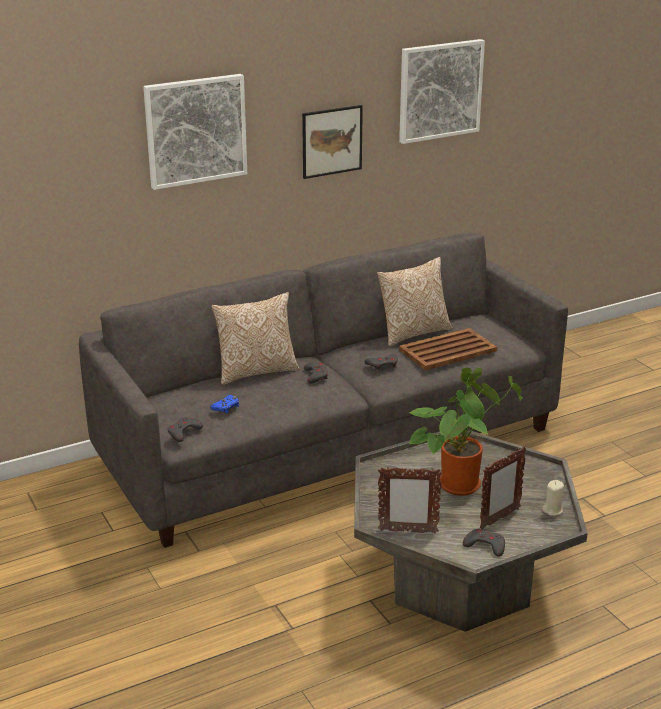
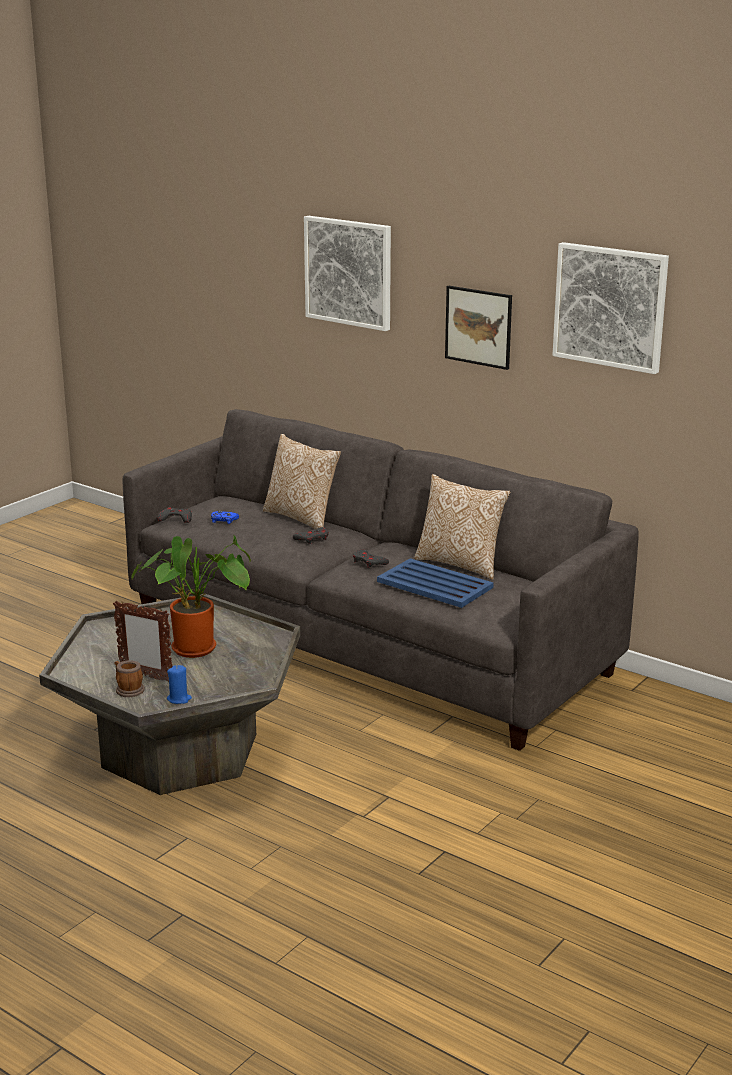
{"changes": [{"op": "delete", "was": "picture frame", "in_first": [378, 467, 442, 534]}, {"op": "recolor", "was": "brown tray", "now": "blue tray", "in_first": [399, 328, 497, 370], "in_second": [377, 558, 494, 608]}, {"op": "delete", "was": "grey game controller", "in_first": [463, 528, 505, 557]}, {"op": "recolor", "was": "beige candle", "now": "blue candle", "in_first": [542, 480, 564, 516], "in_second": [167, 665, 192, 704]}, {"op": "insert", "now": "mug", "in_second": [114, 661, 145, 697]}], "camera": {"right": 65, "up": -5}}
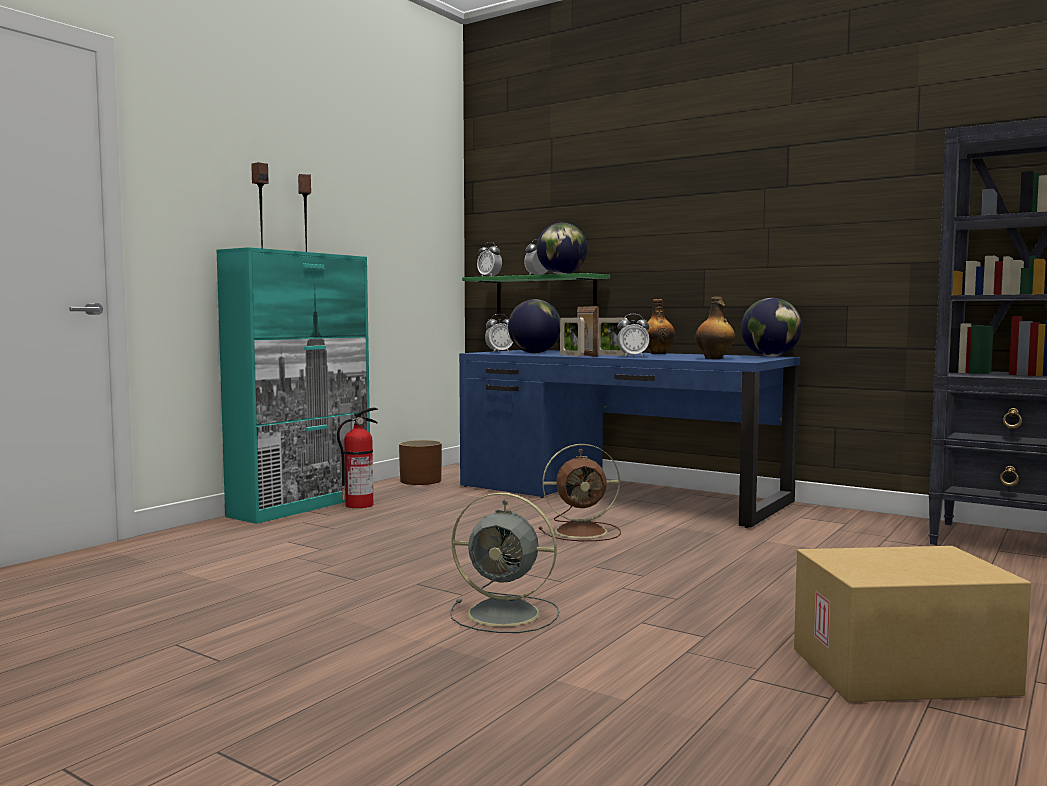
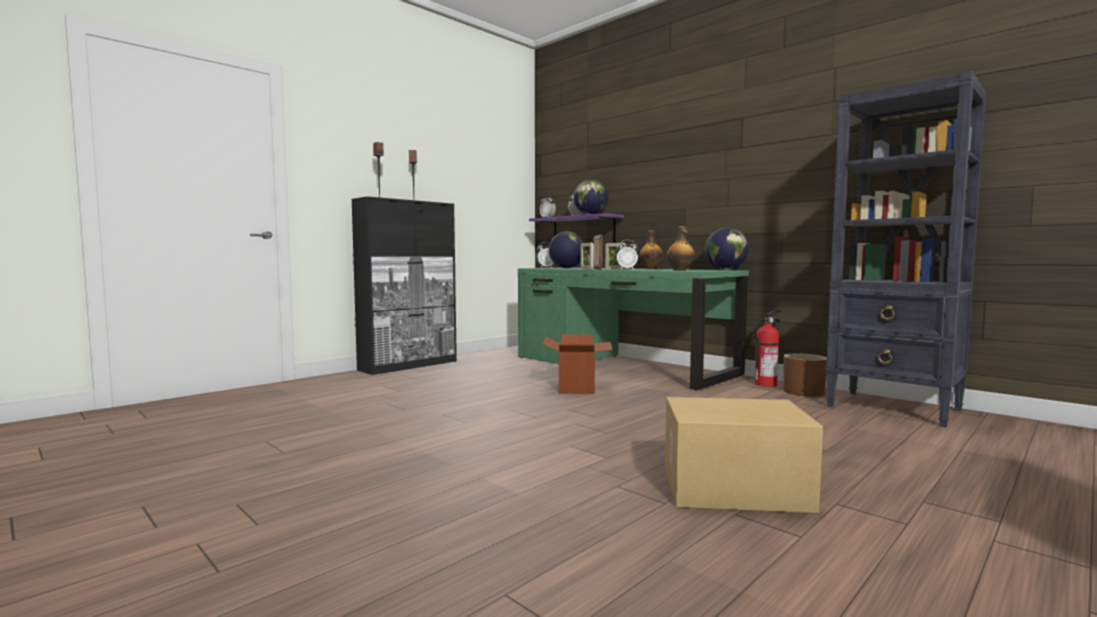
{"changes": [{"op": "recolor", "was": "turquoise cabinet", "now": "black cabinet", "in_first": [216, 247, 370, 524], "in_second": [352, 197, 457, 375]}, {"op": "move", "was": "fire extinguisher", "in_first": [337, 408, 378, 508], "in_second": [755, 310, 781, 387]}, {"op": "move", "was": "brown planter", "in_first": [399, 440, 442, 485], "in_second": [783, 353, 827, 397]}, {"op": "delete", "was": "grey fan", "in_first": [450, 493, 559, 633]}, {"op": "recolor", "was": "blue desk", "now": "green desk", "in_first": [459, 350, 800, 528], "in_second": [518, 267, 749, 390]}, {"op": "recolor", "was": "green shelf", "now": "purple shelf", "in_first": [462, 273, 610, 316], "in_second": [529, 213, 624, 243]}, {"op": "replace", "was": "brown fan", "now": "cardboard box", "in_first": [539, 444, 621, 541], "in_second": [543, 334, 613, 394]}], "camera": {"right": 10, "up": 0}}
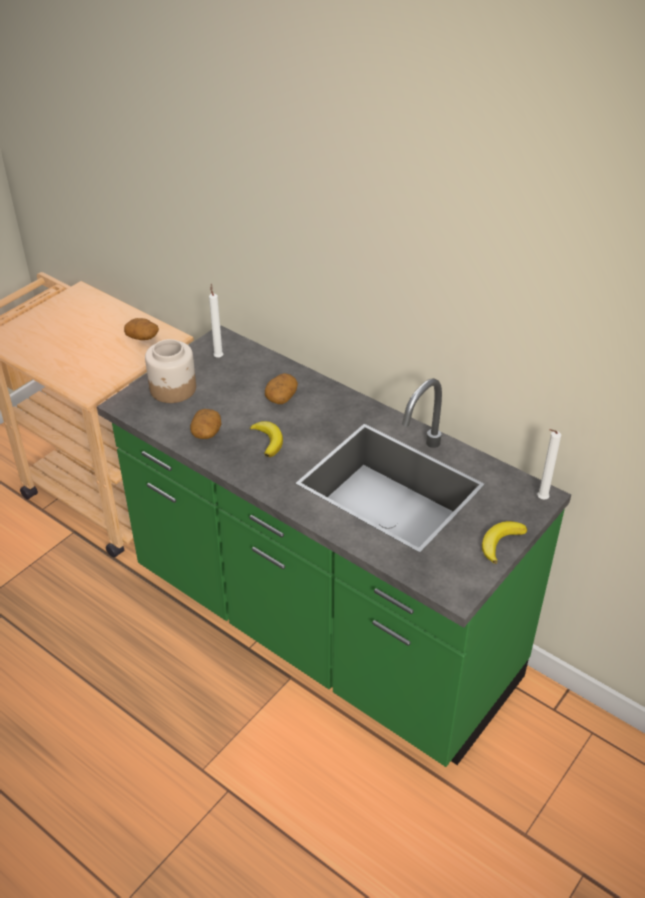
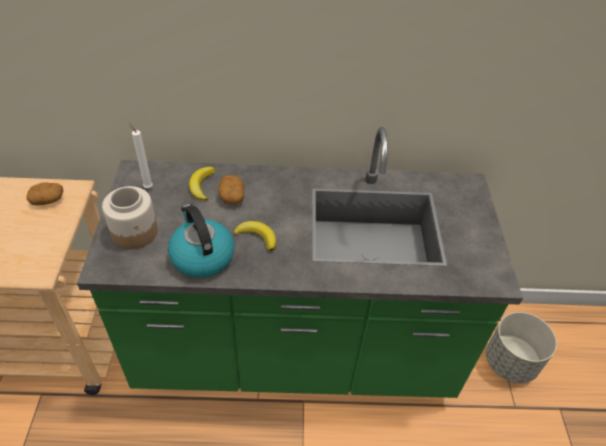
{"changes": [{"op": "replace", "was": "potato", "now": "kettle", "in_first": [190, 409, 222, 439], "in_second": [168, 204, 234, 278]}, {"op": "move", "was": "banana", "in_first": [482, 521, 527, 564], "in_second": [189, 167, 215, 201]}, {"op": "delete", "was": "white candle", "in_first": [537, 429, 561, 499]}, {"op": "insert", "now": "grey planter", "in_second": [486, 312, 557, 383]}], "camera": {"right": -40, "up": 5}}
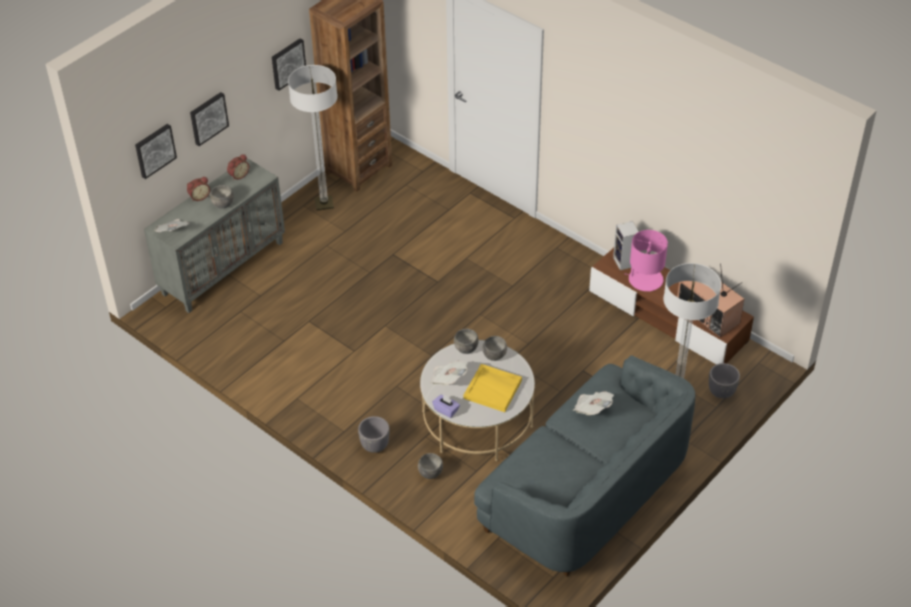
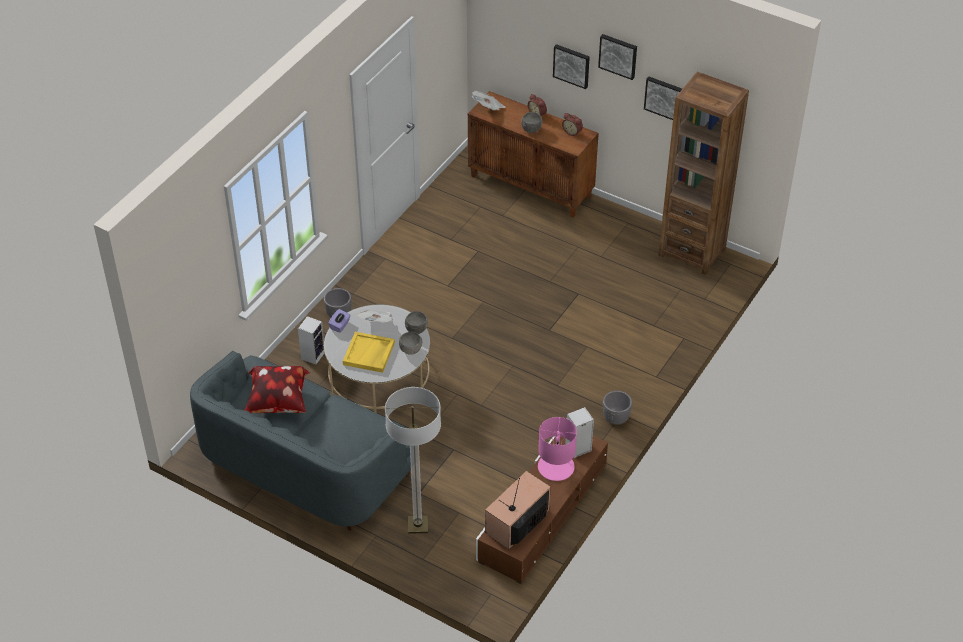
{"changes": [{"op": "move", "was": "picture", "in_first": [135, 124, 177, 179], "in_second": [598, 34, 637, 80]}, {"op": "recolor", "was": "grey cabinet", "now": "brown cabinet", "in_first": [144, 158, 285, 313], "in_second": [468, 91, 599, 218]}, {"op": "delete", "was": "floor lamp", "in_first": [288, 65, 338, 211]}, {"op": "replace", "was": "grey bowl", "now": "speaker", "in_first": [418, 453, 443, 479], "in_second": [298, 316, 325, 365]}, {"op": "delete", "was": "newspaper", "in_first": [573, 391, 614, 415]}, {"op": "move", "was": "grey planter", "in_first": [709, 363, 740, 398], "in_second": [603, 391, 632, 425]}, {"op": "insert", "now": "pillow", "in_second": [245, 366, 310, 413]}], "camera": {"right": 80, "up": 0}}
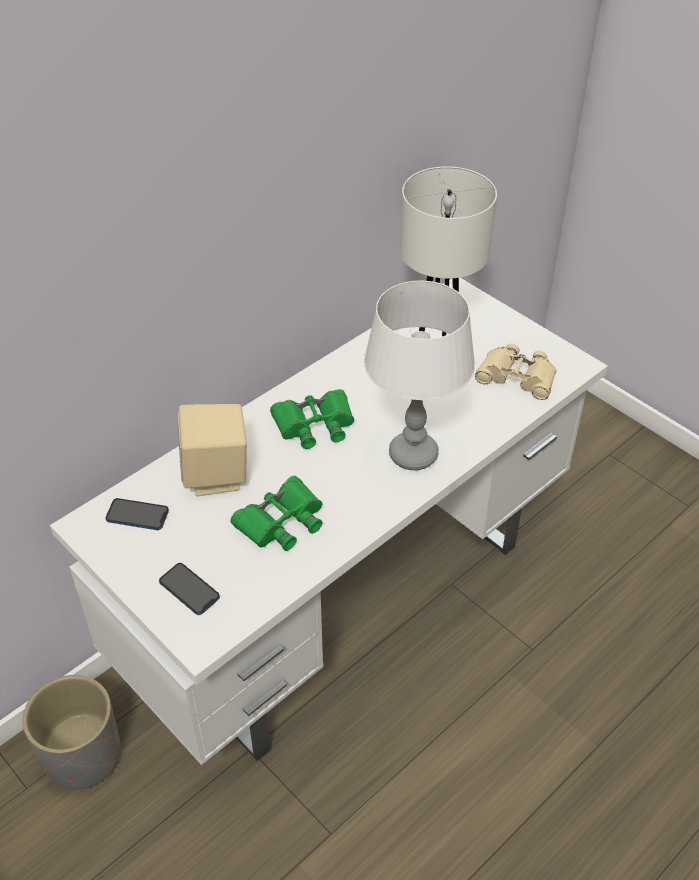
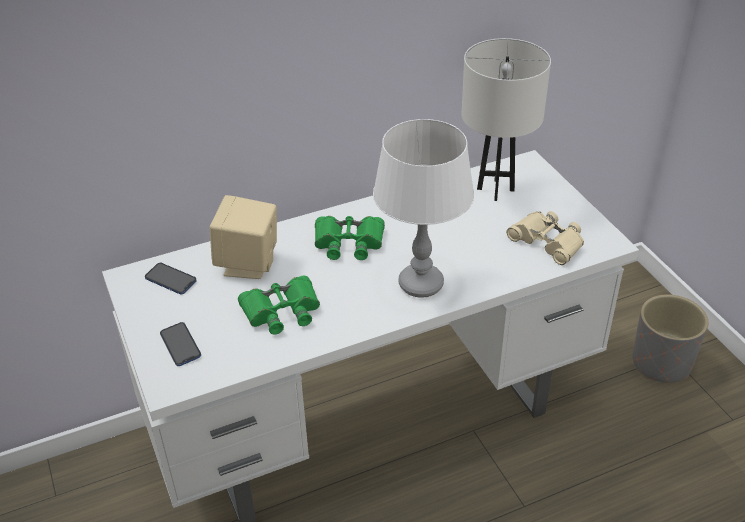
{"changes": [{"op": "move", "was": "grey planter", "in_first": [23, 675, 121, 790], "in_second": [632, 294, 708, 383]}], "camera": {"right": 20, "up": -5}}
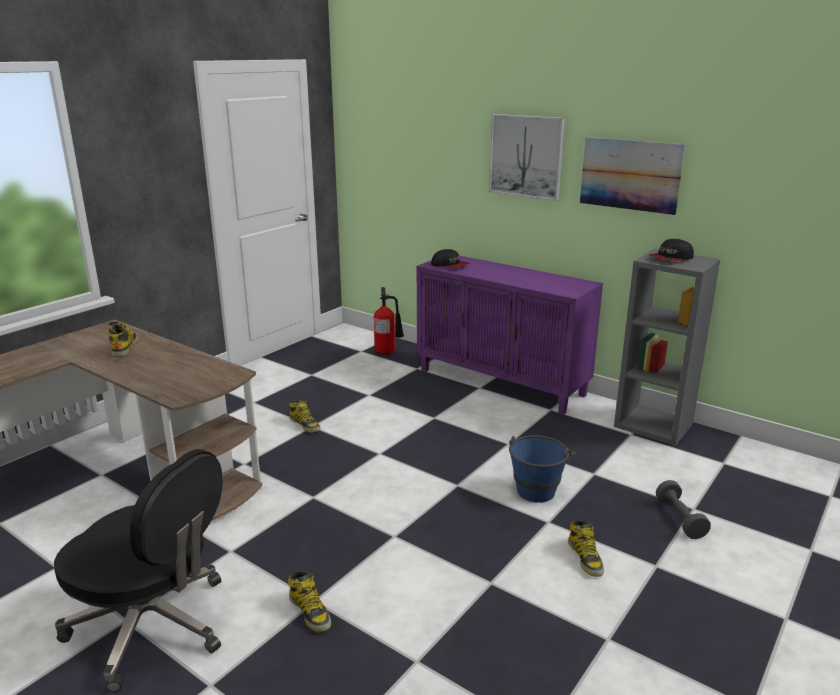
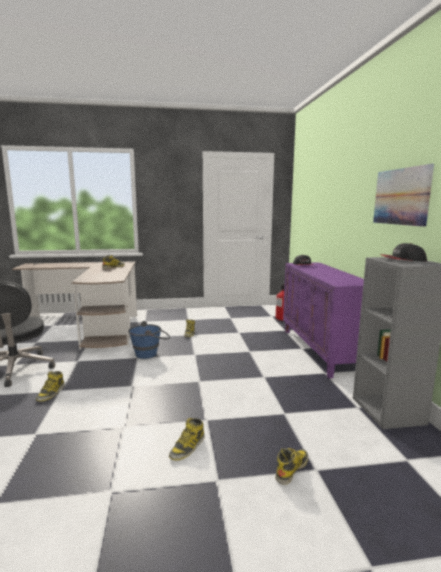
{"changes": [{"op": "delete", "was": "picture", "in_first": [489, 114, 565, 201]}, {"op": "move", "was": "blue bucket", "in_first": [509, 435, 576, 503], "in_second": [128, 321, 170, 359]}, {"op": "replace", "was": "grey dumbbell", "now": "boot", "in_first": [656, 480, 711, 539], "in_second": [275, 448, 308, 485]}], "camera": {"right": 45, "up": -10}}
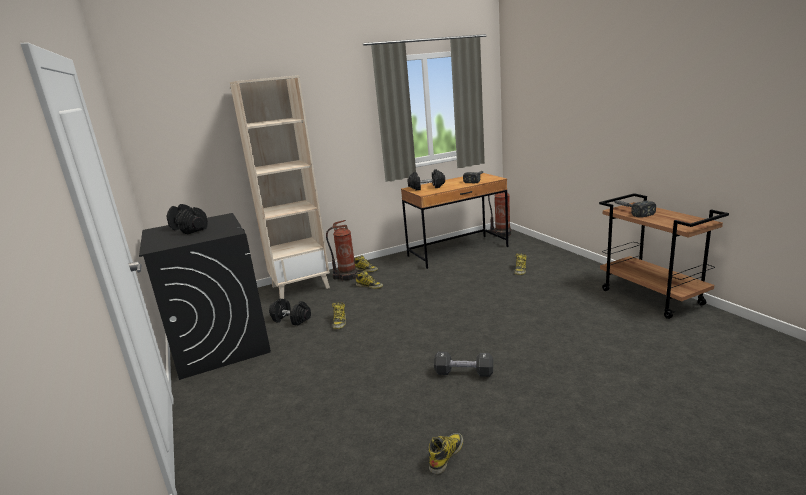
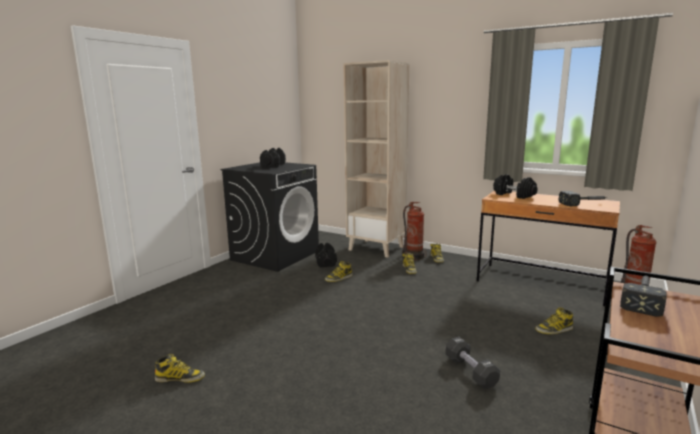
{"changes": [{"op": "move", "was": "black dumbbell", "in_first": [434, 352, 493, 377], "in_second": [445, 337, 500, 389]}], "camera": {"right": 55, "up": -5}}
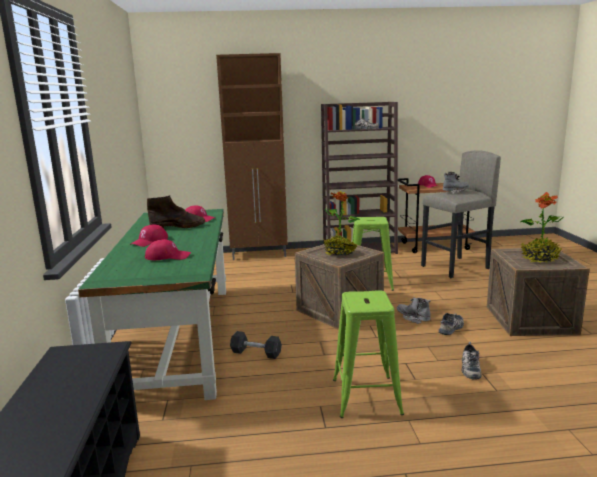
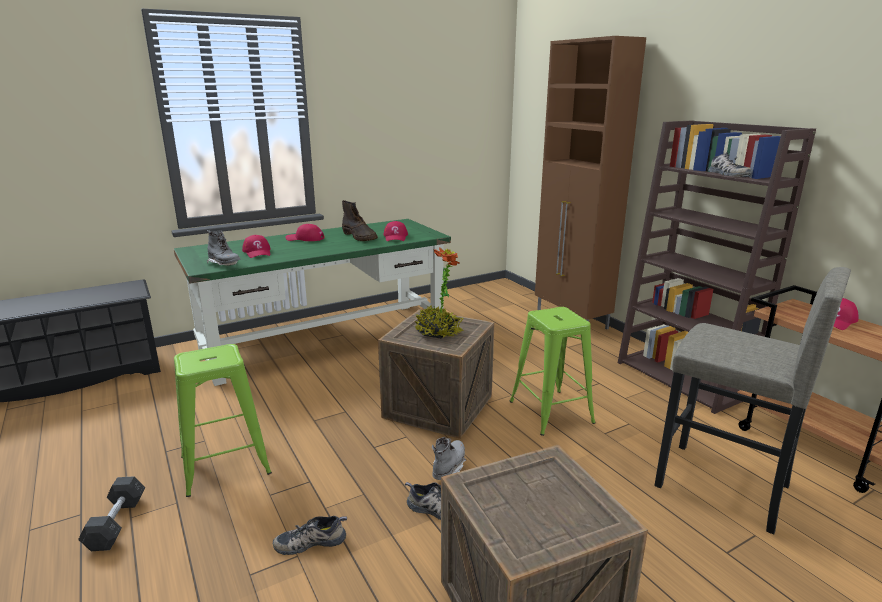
{"changes": [{"op": "move", "was": "grey dumbbell", "in_first": [230, 331, 282, 359], "in_second": [78, 476, 145, 551]}, {"op": "move", "was": "grey boot", "in_first": [443, 172, 469, 194], "in_second": [206, 230, 241, 266]}, {"op": "delete", "was": "potted plant", "in_first": [521, 192, 564, 263]}], "camera": {"right": 65, "up": 5}}
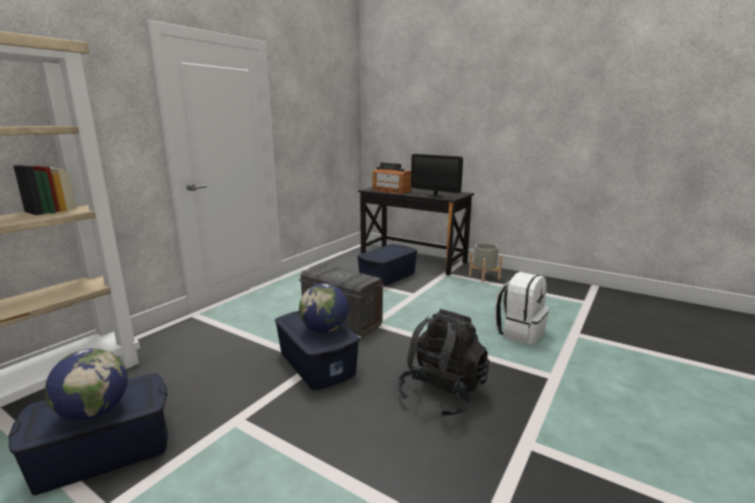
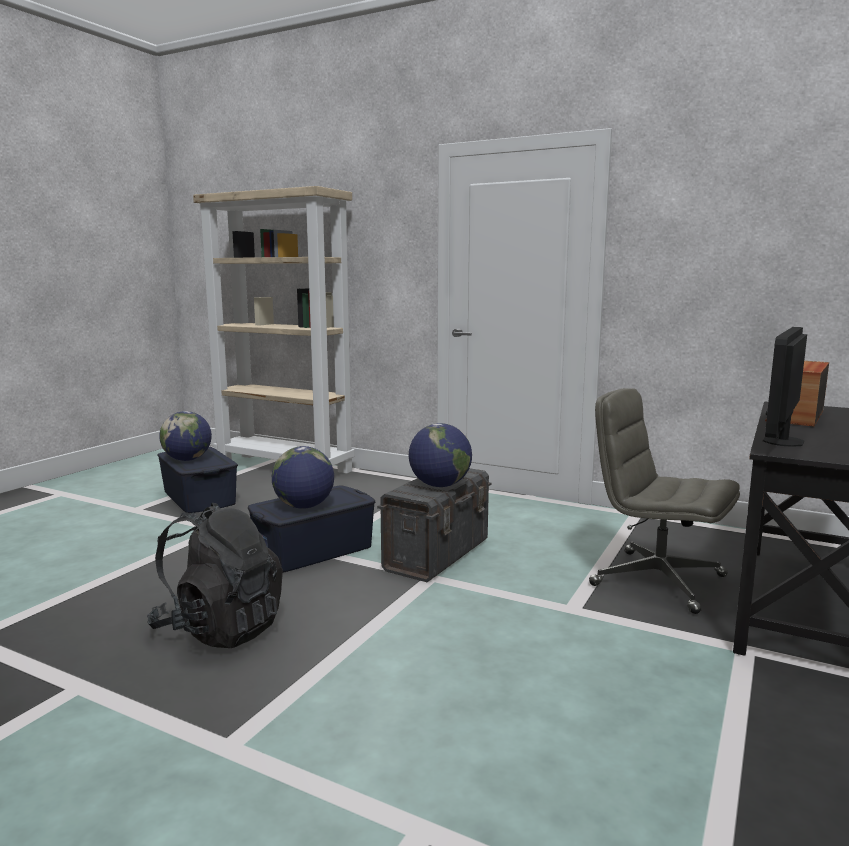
{"changes": [{"op": "replace", "was": "blue storage box", "now": "grey office chair", "in_first": [357, 244, 418, 287], "in_second": [589, 388, 740, 614]}, {"op": "delete", "was": "grey planter", "in_first": [469, 243, 502, 283]}, {"op": "delete", "was": "white backpack", "in_first": [494, 272, 549, 345]}, {"op": "insert", "now": "globe", "in_second": [409, 423, 472, 487]}], "camera": {"right": 85, "up": -5}}
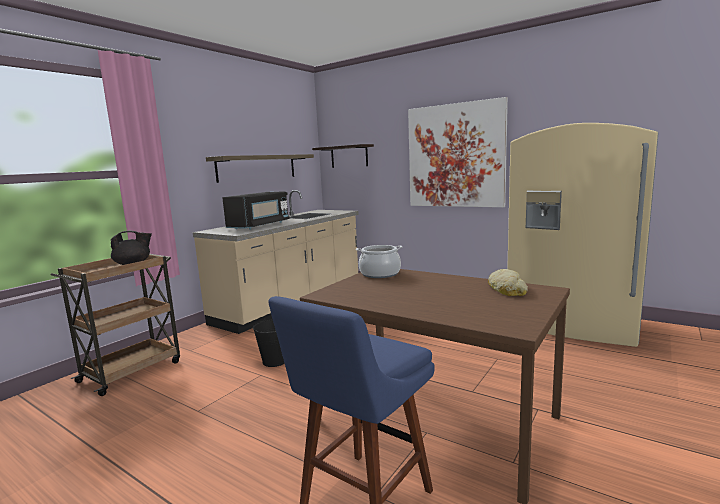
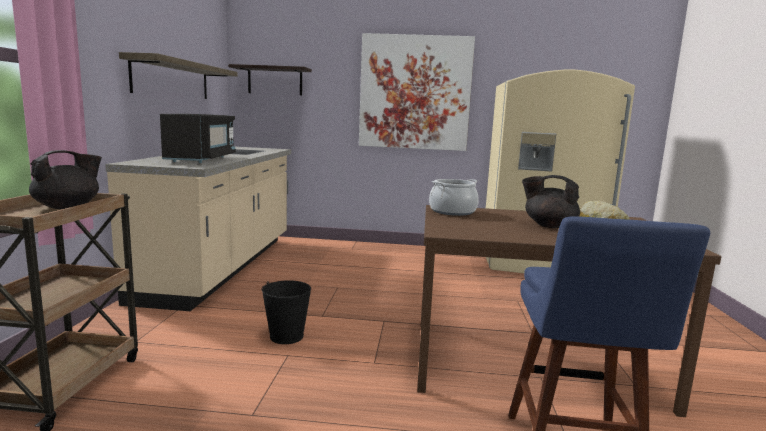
{"changes": [{"op": "insert", "now": "black teapot", "in_second": [522, 175, 580, 228]}], "camera": {"right": -30, "up": 0}}
